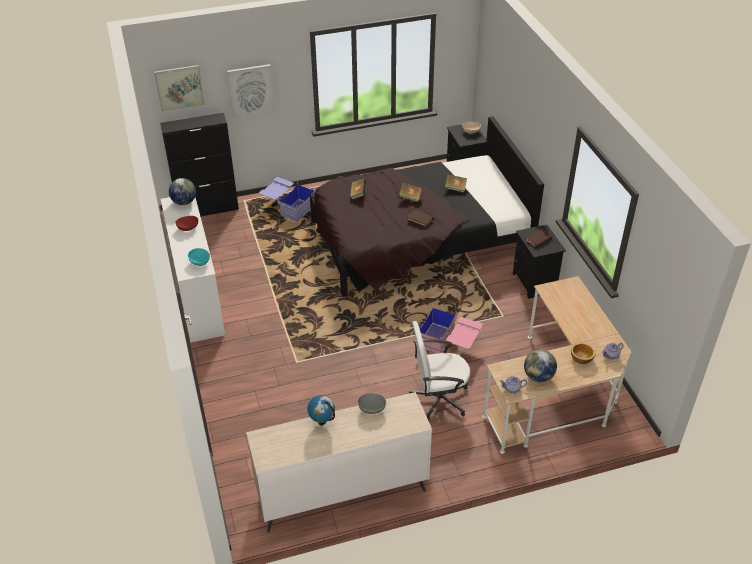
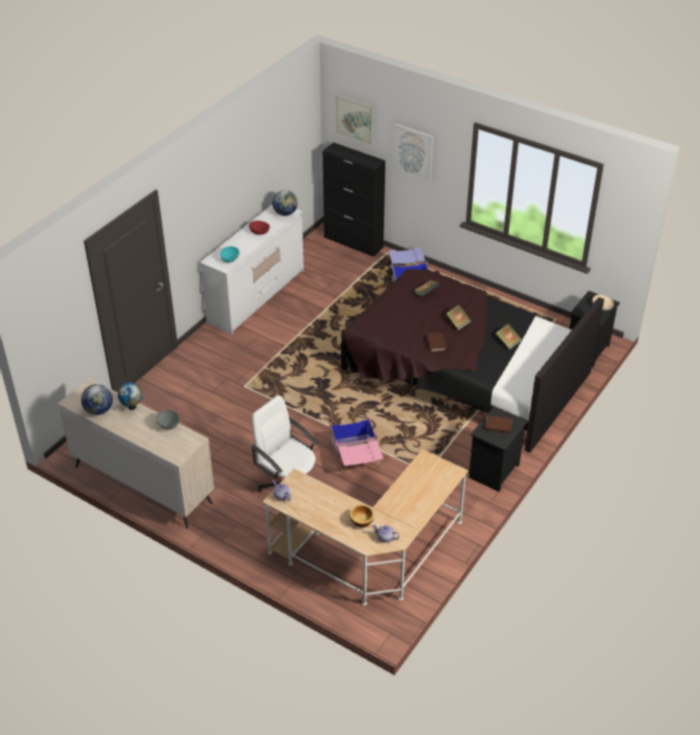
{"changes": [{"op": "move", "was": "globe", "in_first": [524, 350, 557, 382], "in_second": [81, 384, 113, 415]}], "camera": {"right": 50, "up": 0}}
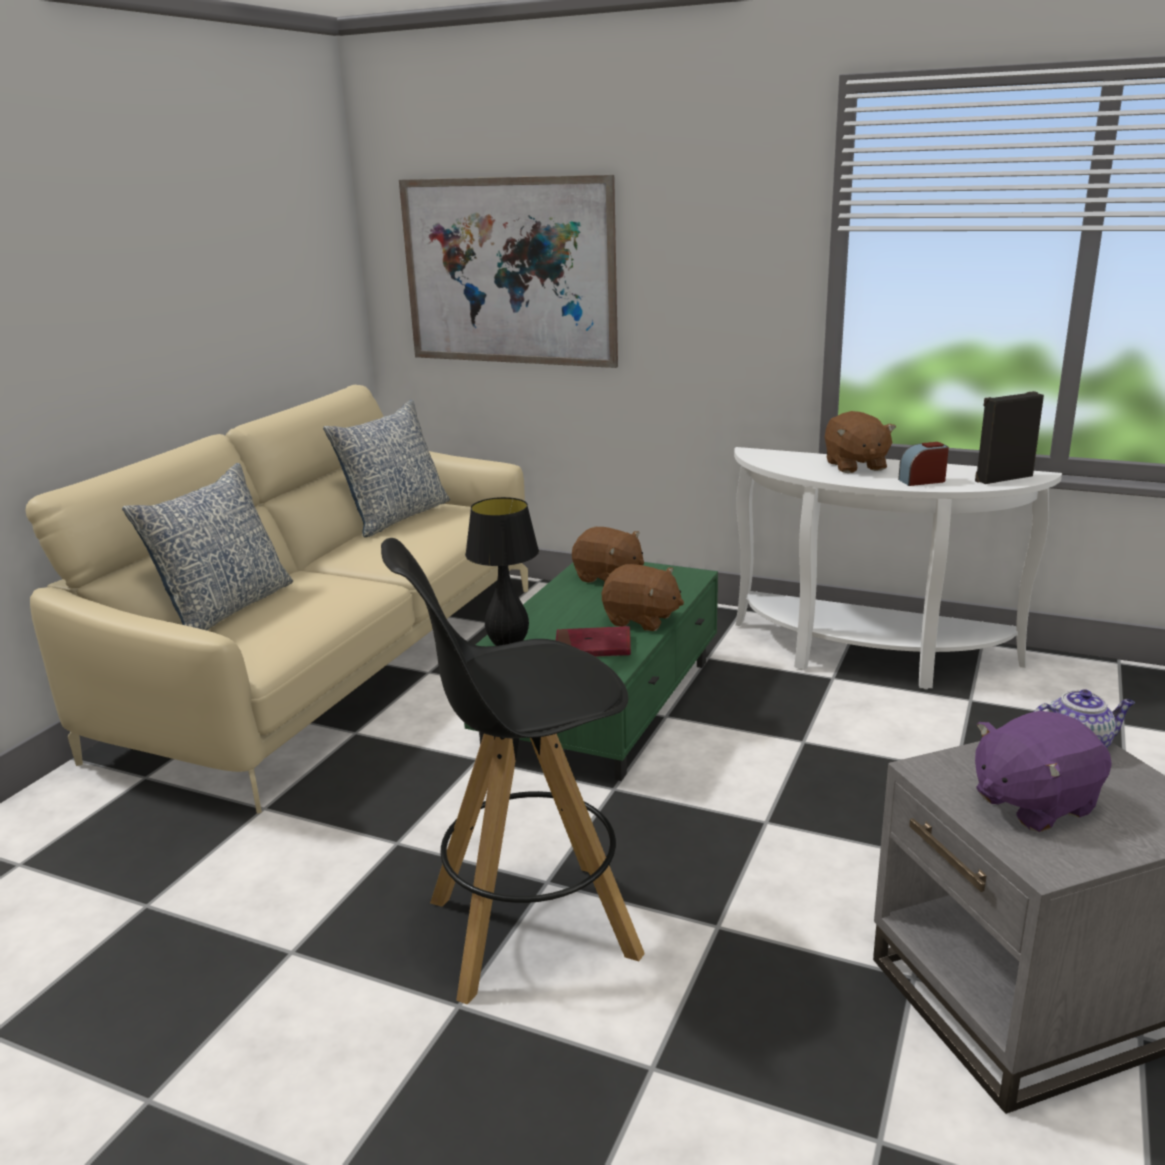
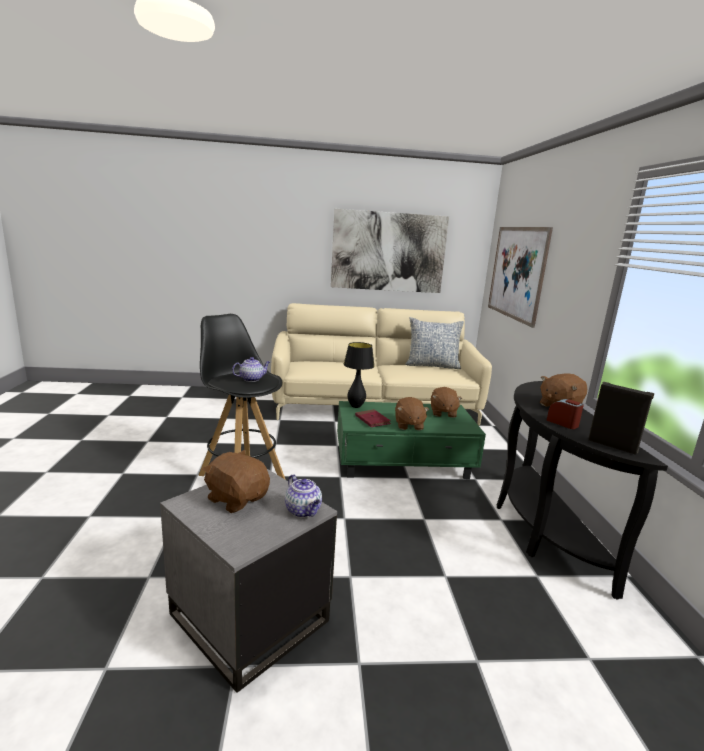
{"changes": [{"op": "delete", "was": "pillow", "in_first": [122, 463, 293, 630]}, {"op": "recolor", "was": "white console table", "now": "black console table", "in_first": [734, 447, 1062, 689], "in_second": [497, 381, 668, 600]}, {"op": "recolor", "was": "purple plush toy", "now": "brown plush toy", "in_first": [975, 711, 1112, 832], "in_second": [202, 450, 270, 513]}, {"op": "insert", "now": "teapot", "in_second": [232, 357, 270, 382]}, {"op": "insert", "now": "picture", "in_second": [331, 209, 449, 293]}], "camera": {"right": 60, "up": -5}}
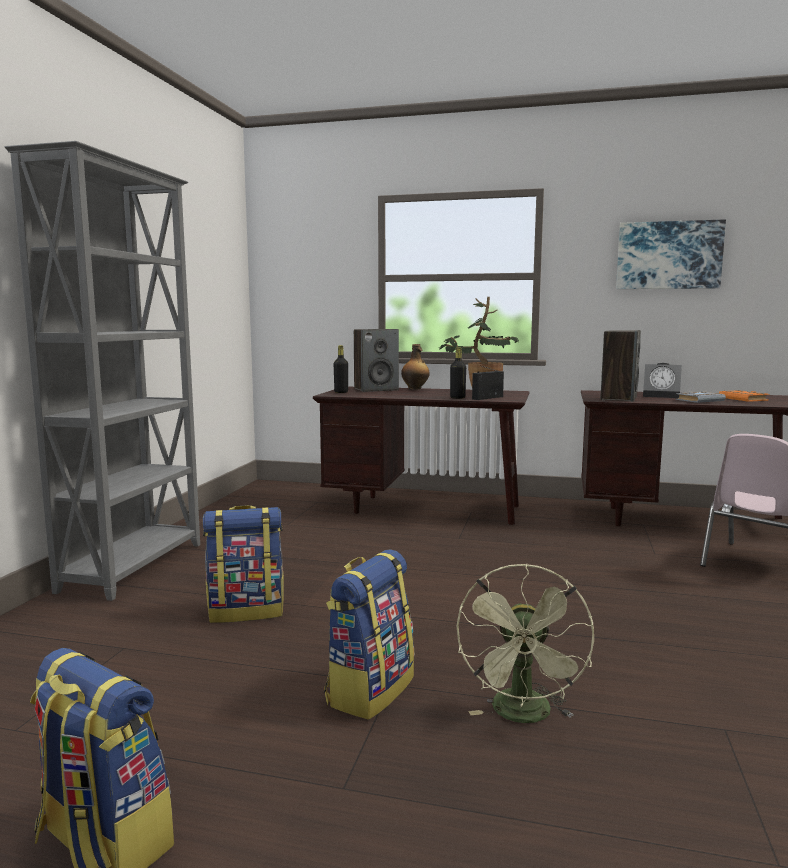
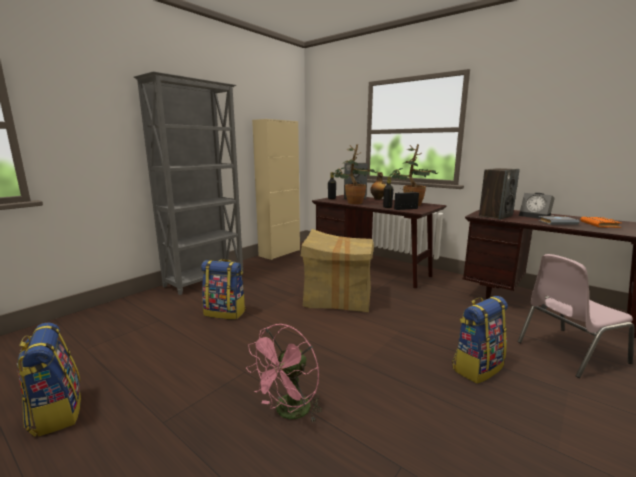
{"changes": [{"op": "move", "was": "backpack", "in_first": [324, 549, 415, 720], "in_second": [452, 296, 508, 384]}, {"op": "recolor", "was": "green fan", "now": "pink fan", "in_first": [457, 563, 594, 723], "in_second": [246, 324, 322, 422]}, {"op": "delete", "was": "picture", "in_first": [616, 219, 726, 289]}, {"op": "insert", "now": "beige cabinet", "in_second": [252, 119, 300, 260]}, {"op": "insert", "now": "cardboard box", "in_second": [300, 229, 374, 312]}, {"op": "insert", "now": "potted plant", "in_second": [332, 144, 377, 204]}], "camera": {"right": 25, "up": 5}}
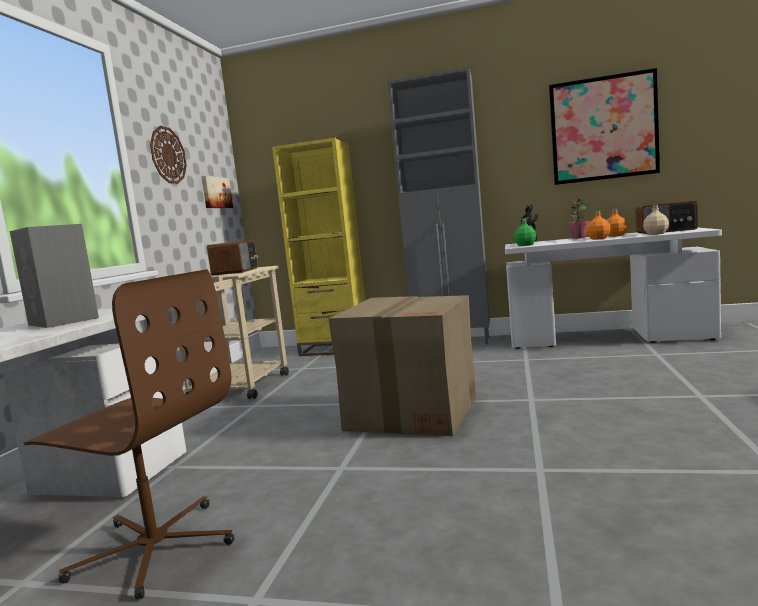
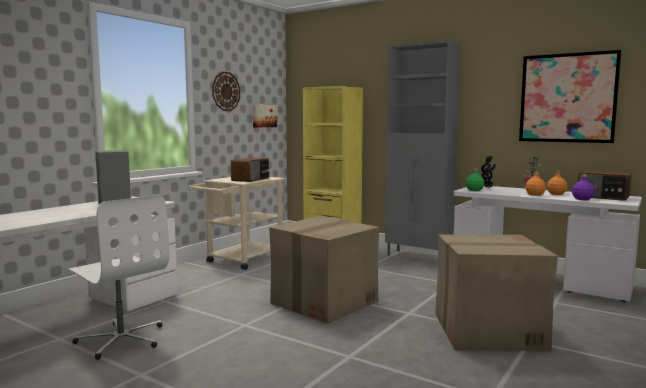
{"changes": [{"op": "recolor", "was": "brown office chair", "now": "white office chair", "in_first": [24, 269, 234, 600], "in_second": [67, 195, 170, 360]}, {"op": "recolor", "was": "beige bottle", "now": "purple bottle", "in_first": [643, 205, 669, 235], "in_second": [572, 174, 595, 200]}, {"op": "insert", "now": "cardboard box", "in_second": [435, 234, 558, 351]}], "camera": {"right": 20, "up": 0}}
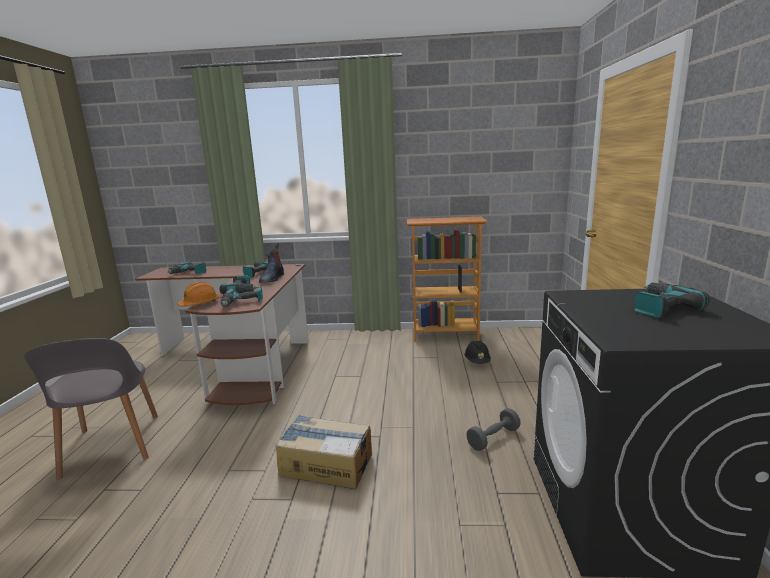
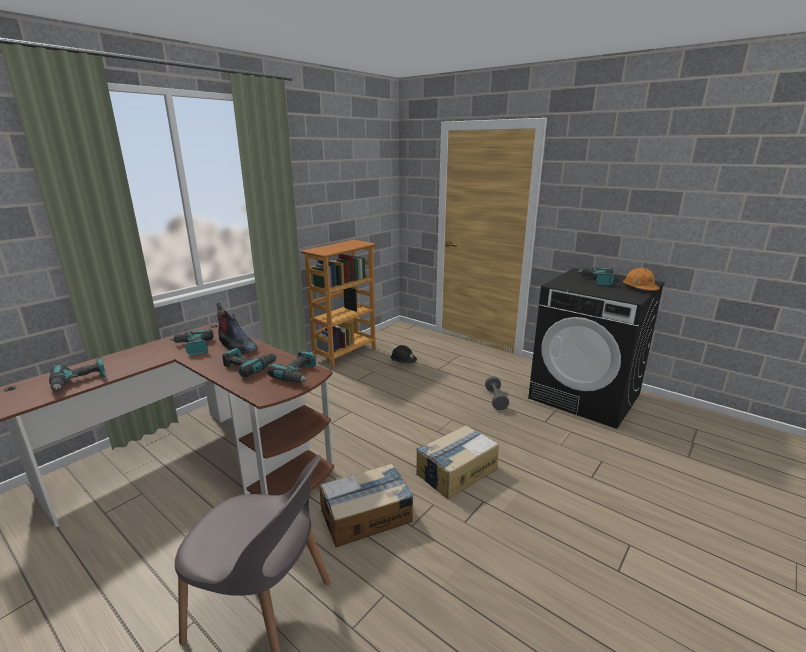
{"changes": [{"op": "move", "was": "orange hard hat", "in_first": [177, 282, 219, 307], "in_second": [623, 268, 660, 290]}, {"op": "insert", "now": "cardboard box", "in_second": [319, 463, 414, 547]}], "camera": {"right": -55, "up": 5}}
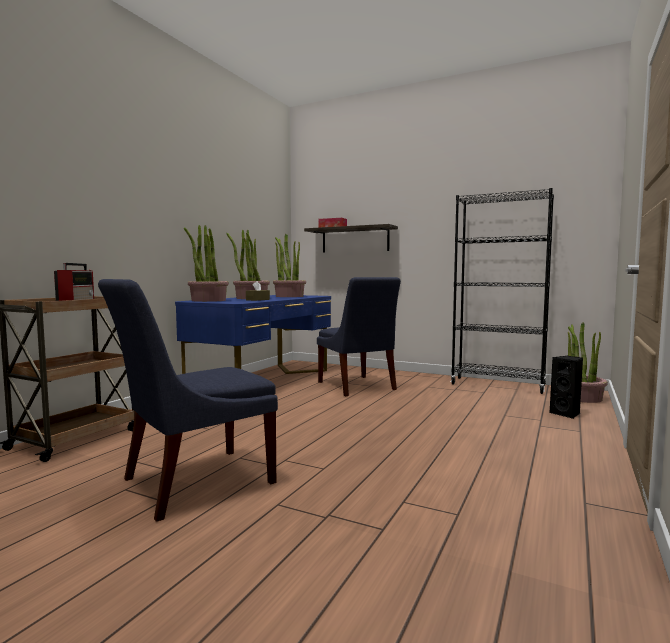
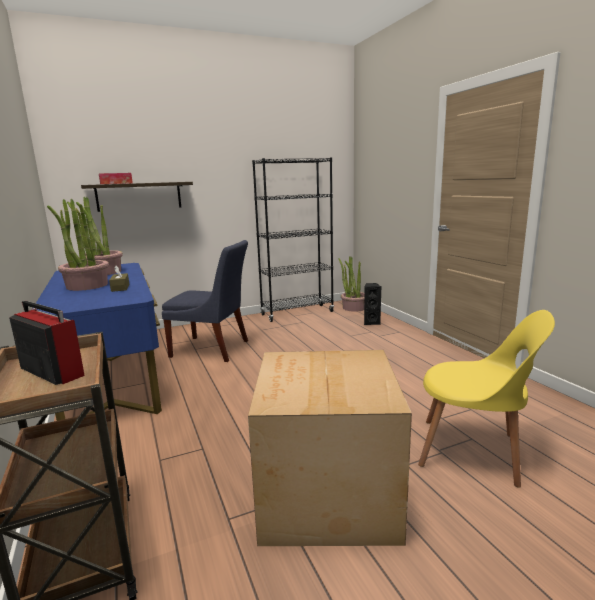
{"changes": [{"op": "replace", "was": "blue chair", "now": "cardboard box", "in_first": [98, 279, 278, 522], "in_second": [248, 350, 412, 546]}, {"op": "delete", "was": "potted plant", "in_first": [184, 225, 229, 302]}, {"op": "insert", "now": "yellow chair", "in_second": [418, 310, 555, 487]}], "camera": {"right": -50, "up": 10}}
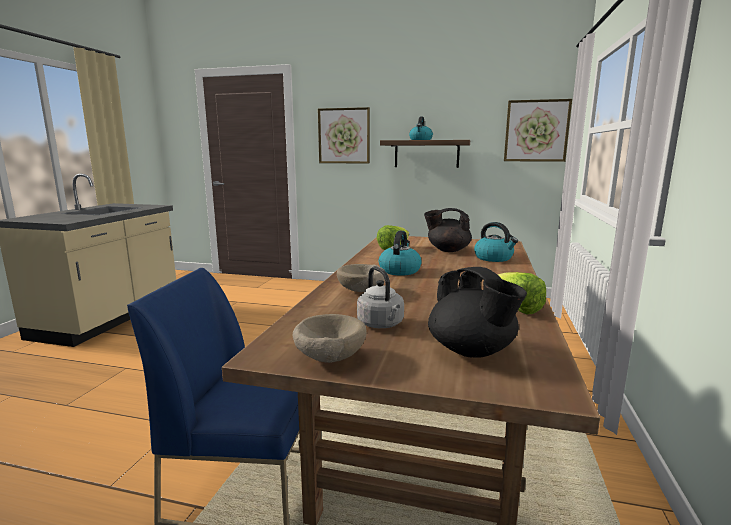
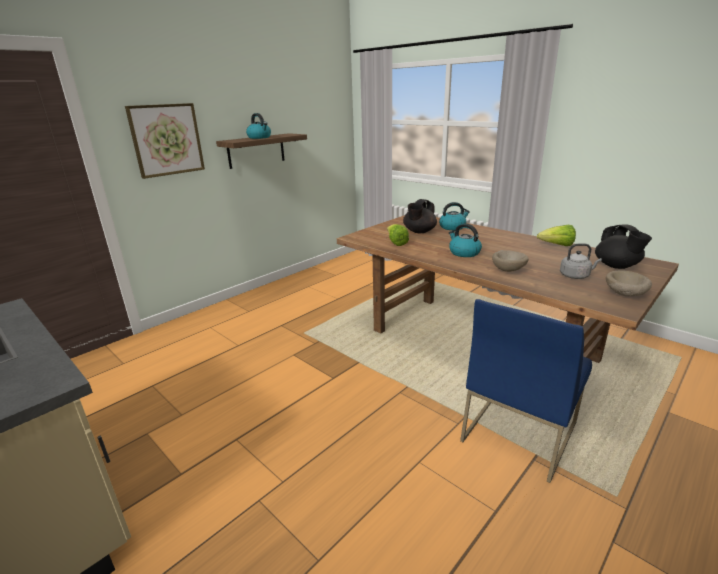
{"changes": [{"op": "rotate", "was": "black teapot", "in_first": [428, 267, 527, 358], "in_second": [595, 225, 652, 269], "clockwise": 75}, {"op": "delete", "was": "picture", "in_first": [504, 99, 572, 162]}], "camera": {"right": -60, "up": 10}}
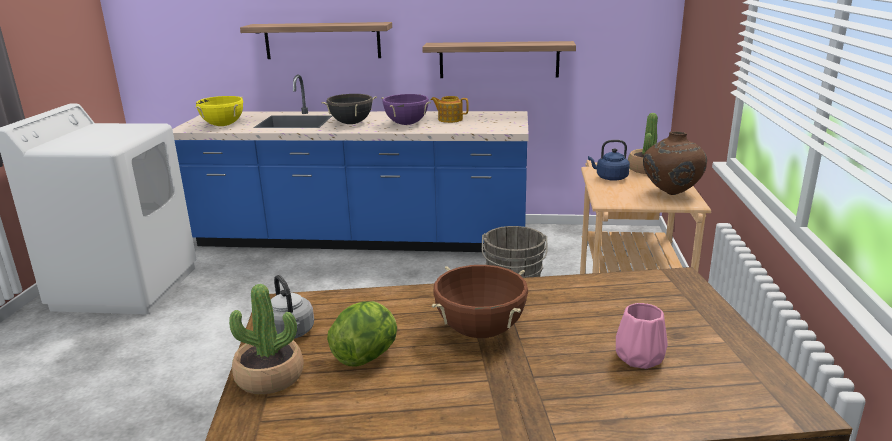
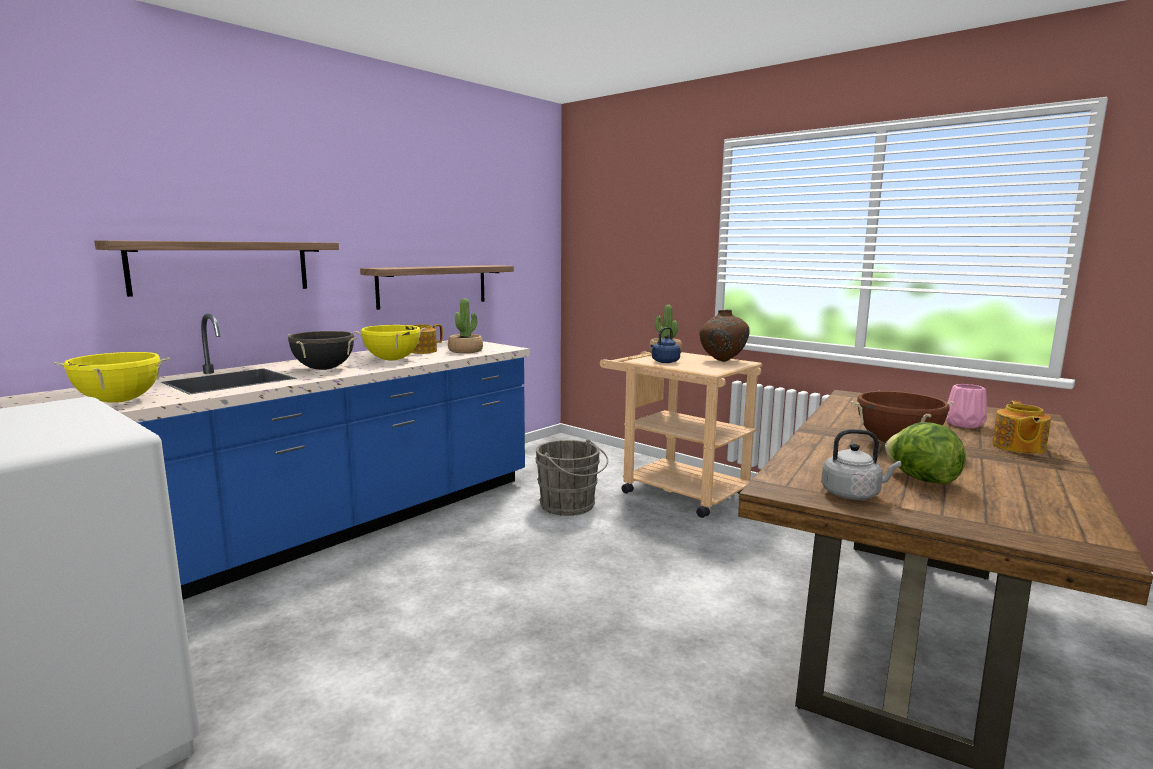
{"changes": [{"op": "move", "was": "potted plant", "in_first": [229, 284, 304, 394], "in_second": [448, 298, 483, 353]}, {"op": "recolor", "was": "purple cooking pot", "now": "yellow cooking pot", "in_first": [381, 94, 431, 125], "in_second": [354, 325, 426, 361]}, {"op": "insert", "now": "teapot", "in_second": [992, 401, 1051, 454]}], "camera": {"right": -55, "up": -10}}
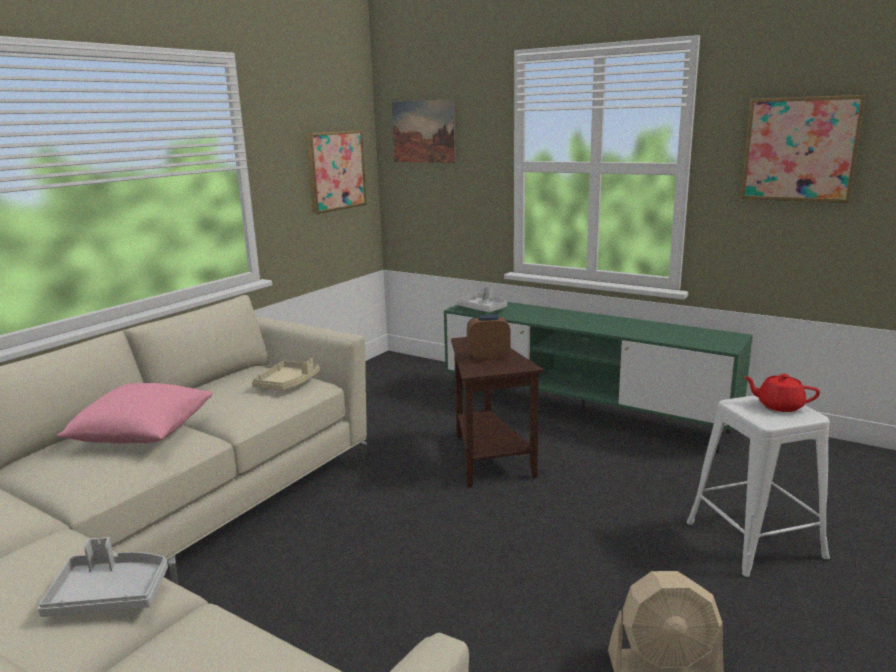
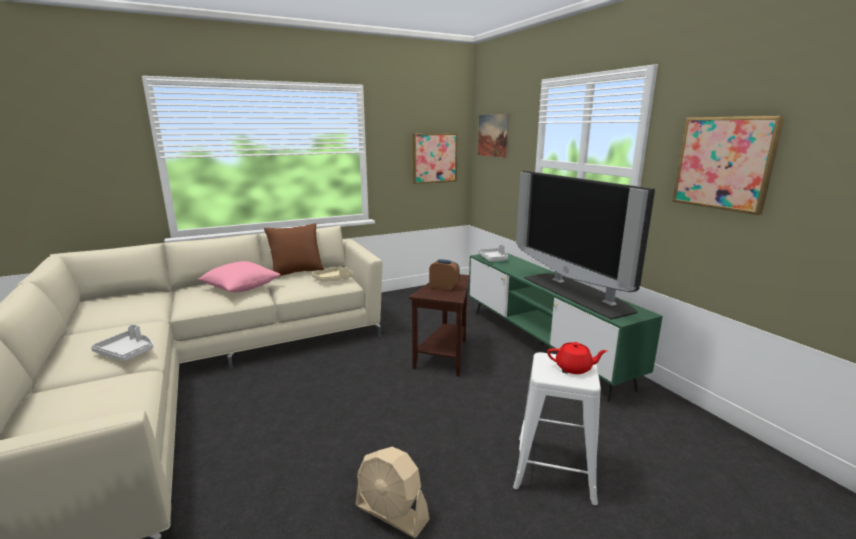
{"changes": [{"op": "rotate", "was": "red teapot", "in_first": [743, 374, 820, 412], "in_second": [547, 342, 607, 374], "clockwise": 135}, {"op": "insert", "now": "brown pillow", "in_second": [264, 223, 324, 279]}, {"op": "insert", "now": "television", "in_second": [516, 171, 655, 320]}], "camera": {"right": 30, "up": 0}}
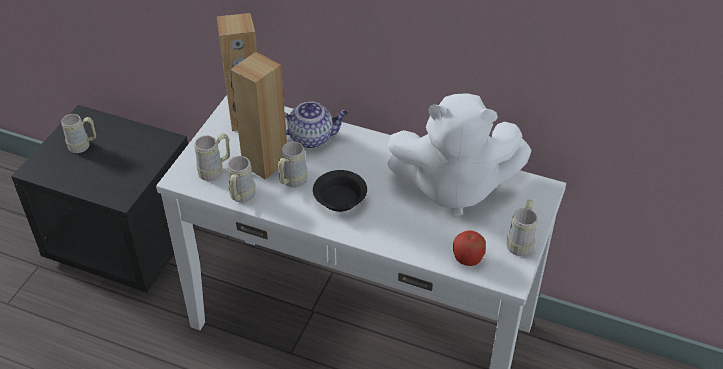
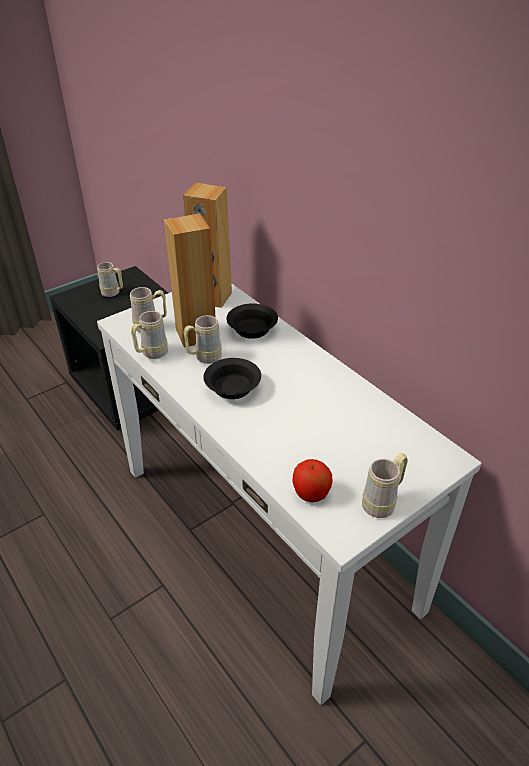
{"changes": [{"op": "replace", "was": "teapot", "now": "black bowl", "in_first": [285, 101, 348, 148], "in_second": [227, 303, 278, 339]}, {"op": "delete", "was": "white plush toy", "in_first": [387, 93, 531, 217]}], "camera": {"right": 30, "up": -5}}
